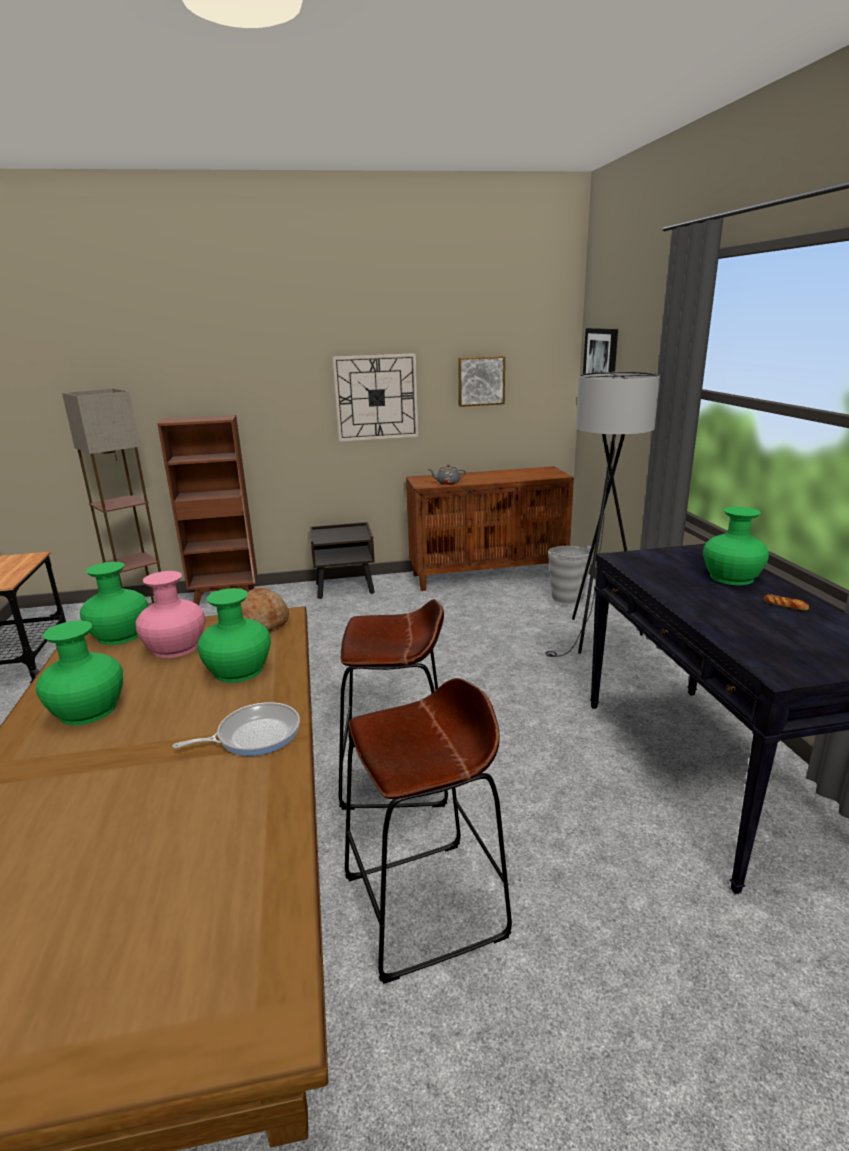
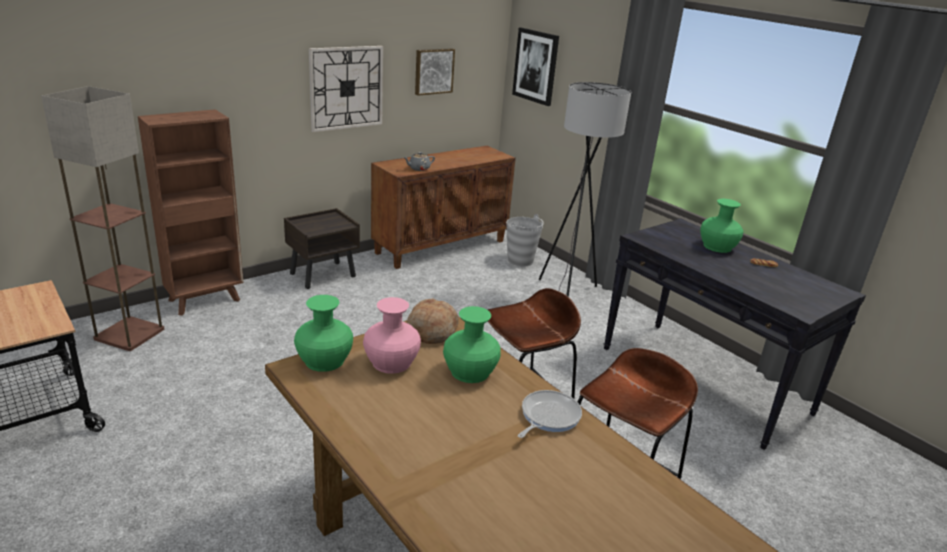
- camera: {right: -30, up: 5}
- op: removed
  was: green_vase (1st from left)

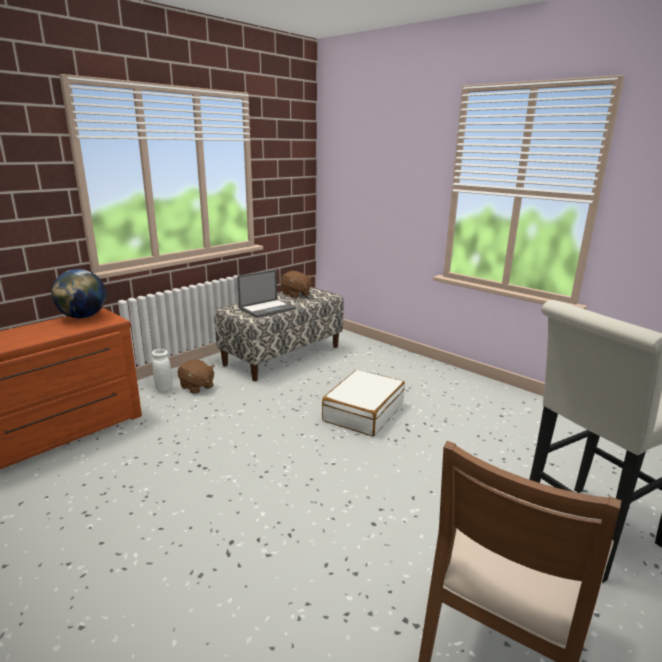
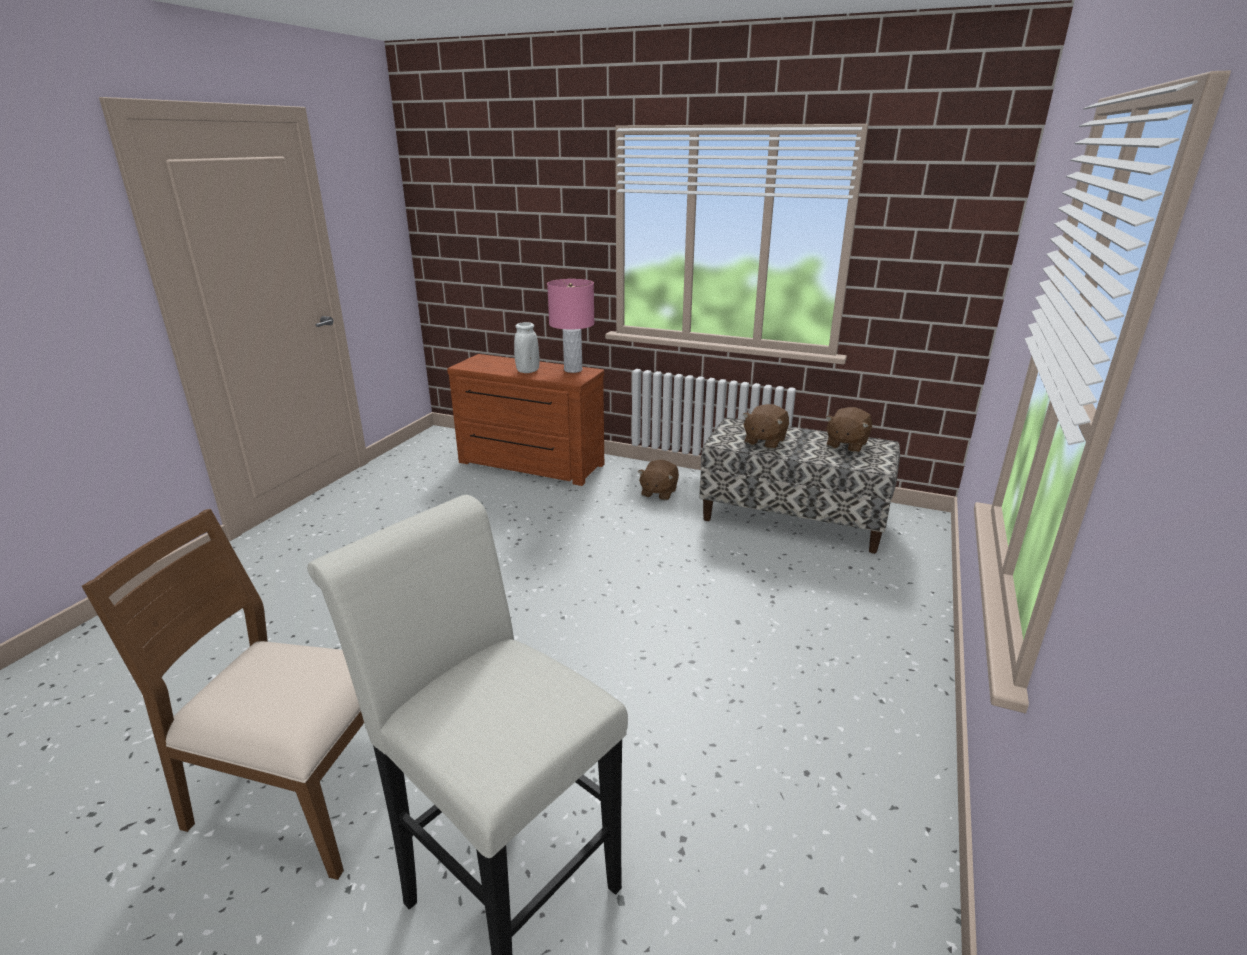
- camera: {right: 70, up: 5}
- op: replaced
  was: globe
  now: pink_table_lamp
- op: replaced
  was: laptop
  now: brown_plush_toy (2nd from left)
- op: moved
  was: white_vase
- op: removed
  was: white_suitcase

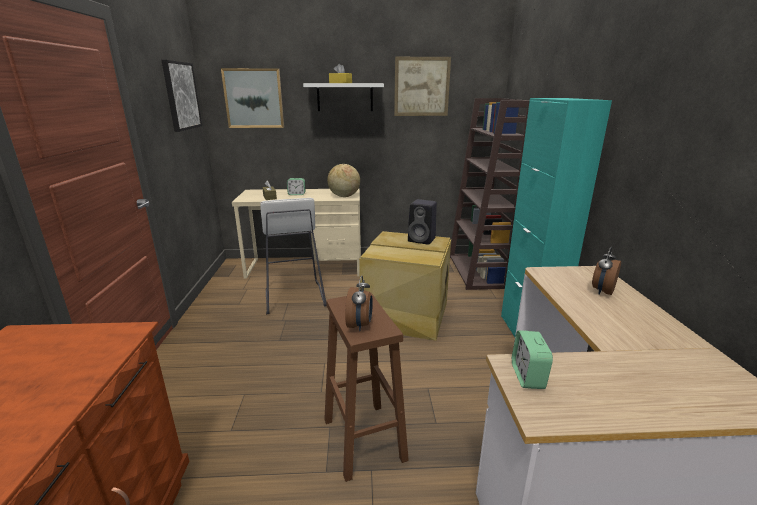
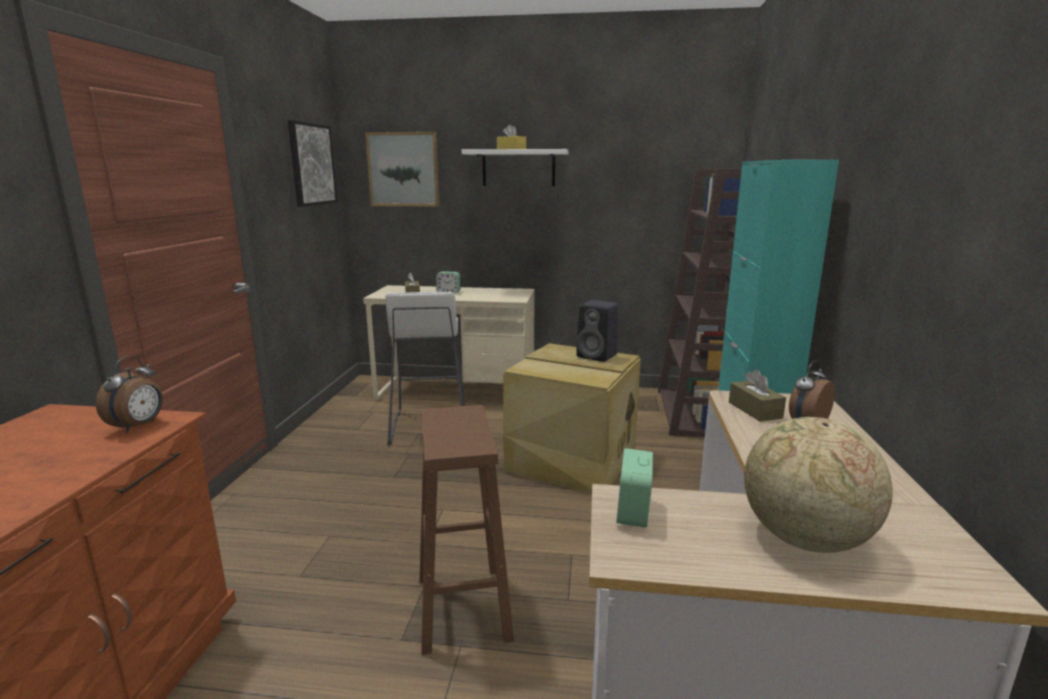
- camera: {right: 10, up: -5}
- op: removed
  was: picture (3rd from left)
- op: moved
  was: globe
- op: moved
  was: alarm_clock (2nd from left in the first image)
  now: alarm_clock (1st from left)
- op: added
  now: brown_tissue_box (2nd from left)

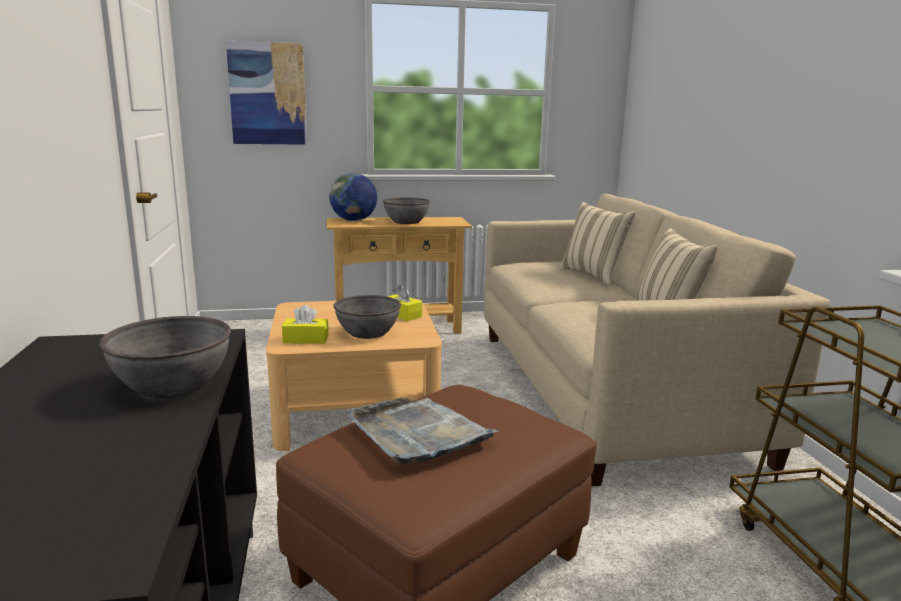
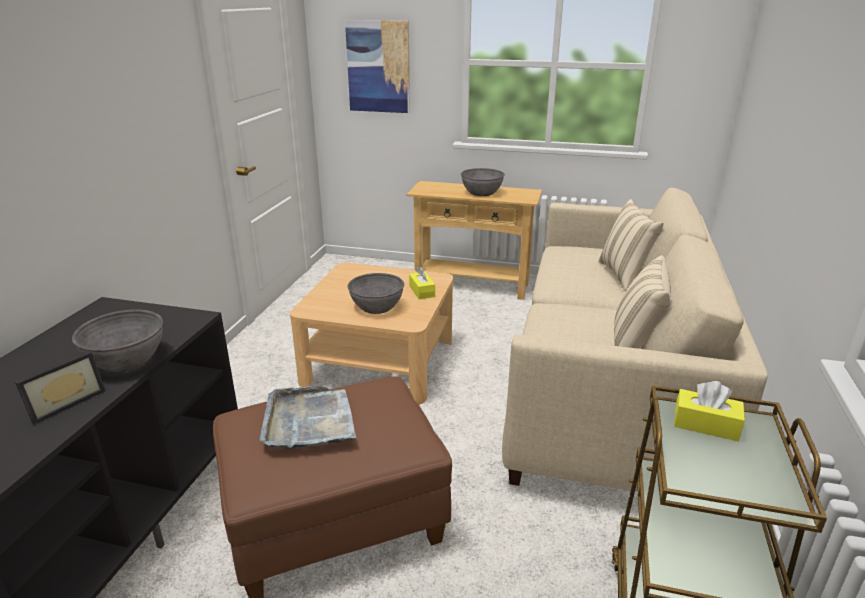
- camera: {right: 25, up: 10}
- op: removed
  was: globe
- op: moved
  was: yellow_tissue_box (1st from left in the first image)
  now: yellow_tissue_box (2nd from left)
- op: added
  now: picture_frame

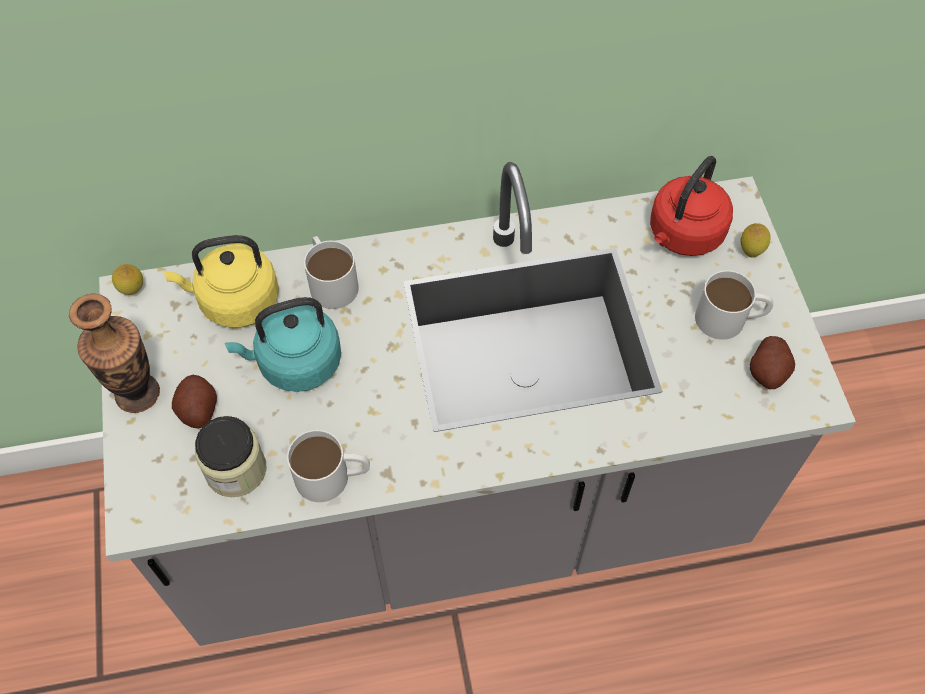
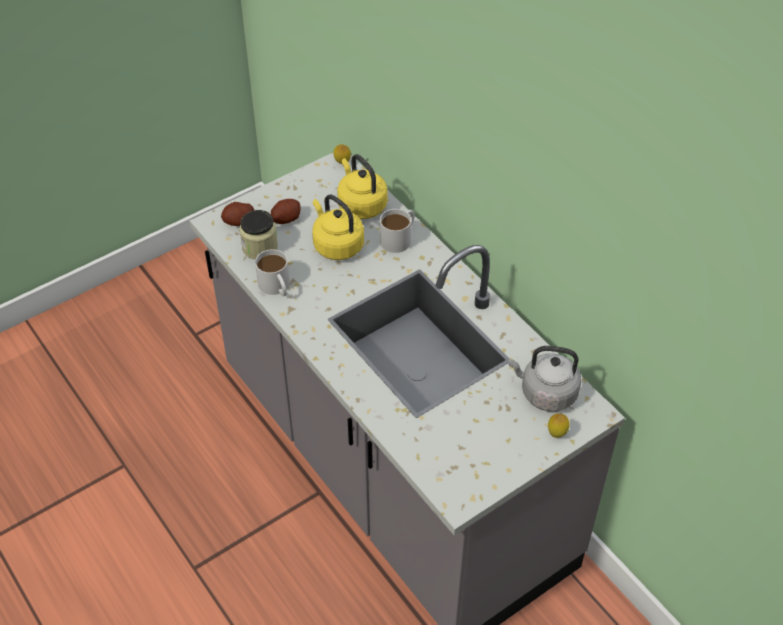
- camera: {right: 65, up: -10}
- op: recoloured
  was: red_kettle
  now: grey_kettle
- op: removed
  was: white_mug (3rd from left)
- op: removed
  was: vase
- op: recoloured
  was: turquoise_kettle
  now: yellow_kettle (1st from left)
- op: moved
  was: potato (2nd from left in the first image)
  now: potato (1st from left)

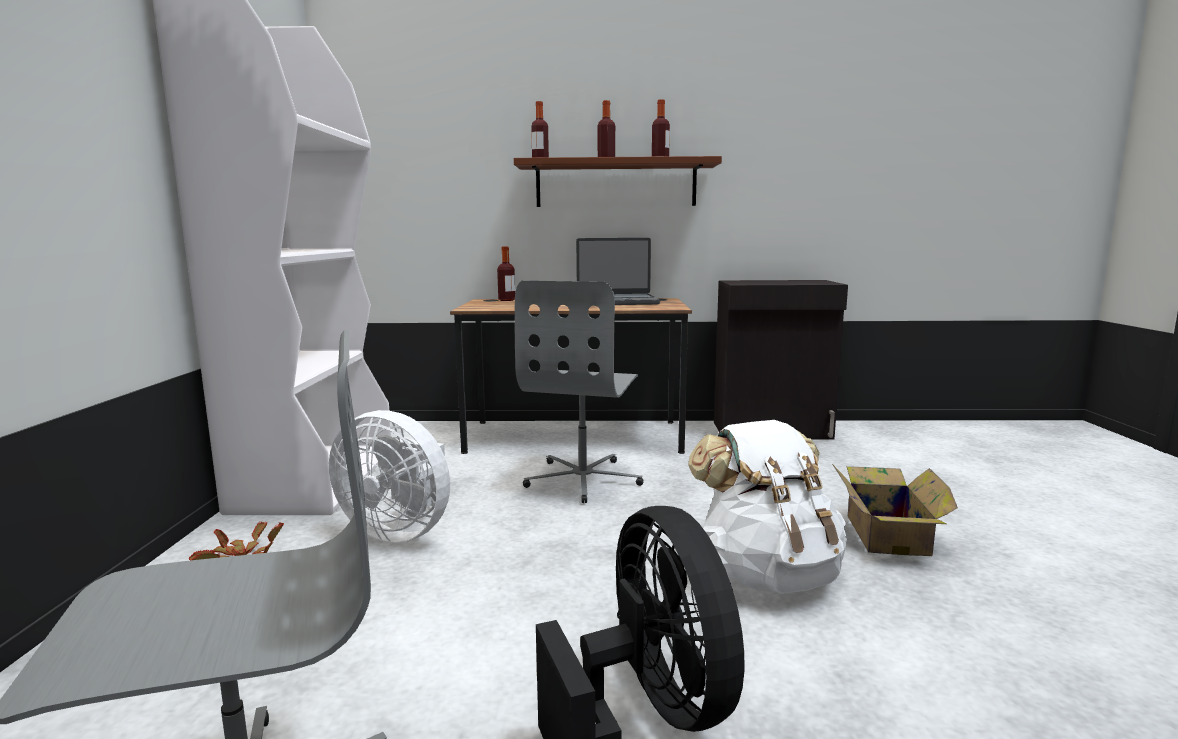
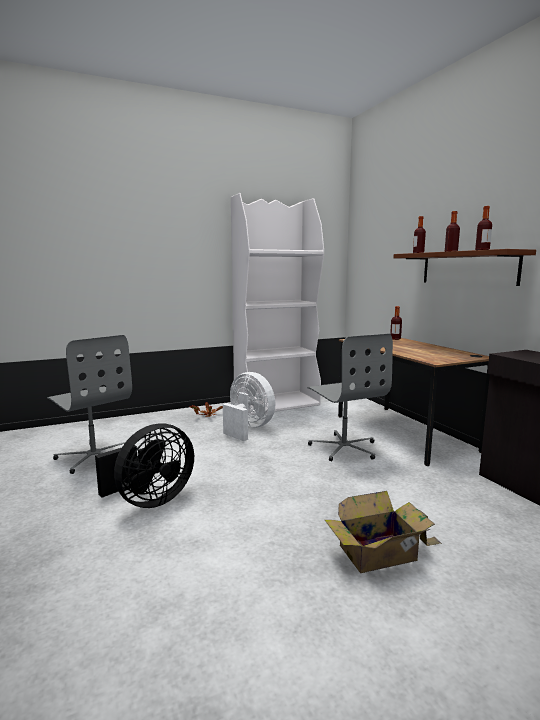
- camera: {right: 65, up: 0}
- op: removed
  was: laptop
- op: turned
  was: grey_office_chair (2nd from left)
  clockwise: -105
- op: turned
  was: white_fan
  clockwise: 135
- op: removed
  was: white_backpack

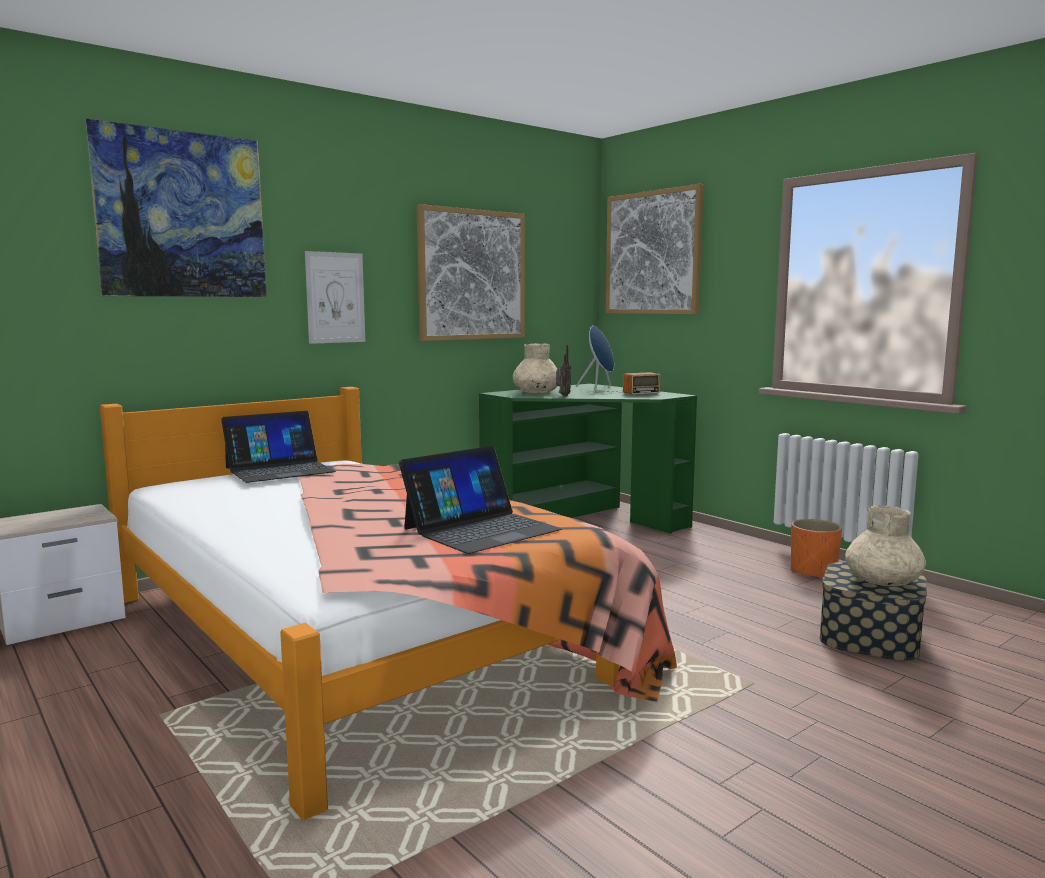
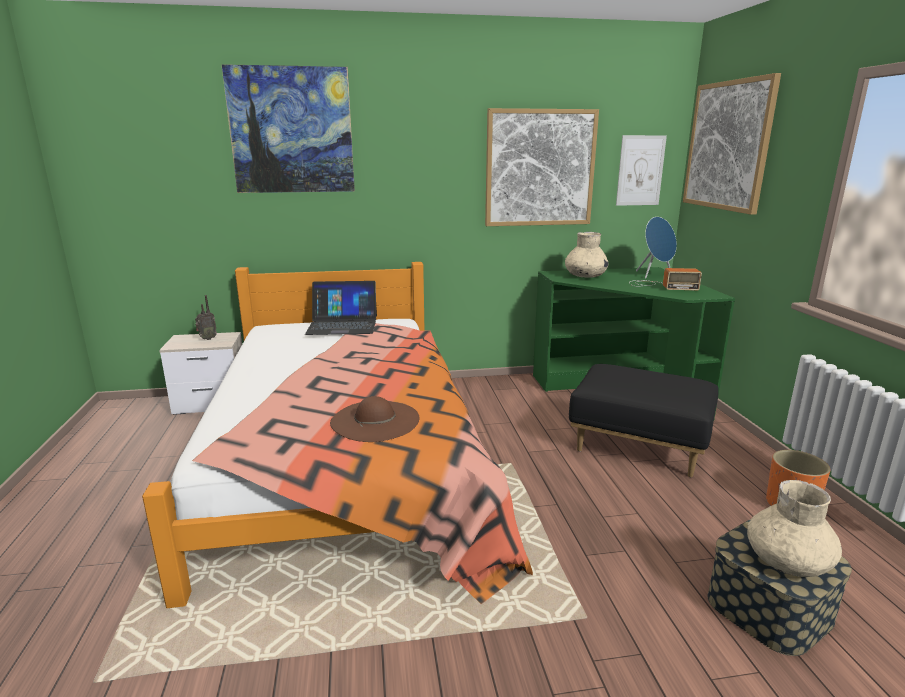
- camera: {right: 30, up: 10}
- op: moved
  was: picture (2nd from left in the first image)
  now: picture (3rd from left)
- op: moved
  was: radio (1st from left)
- op: replaced
  was: laptop (2nd from left)
  now: brown_hat
- op: added
  now: black_ottoman

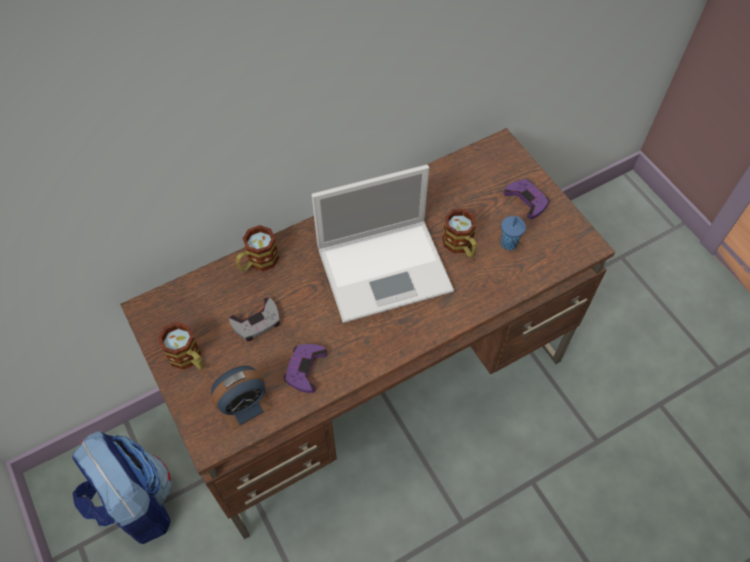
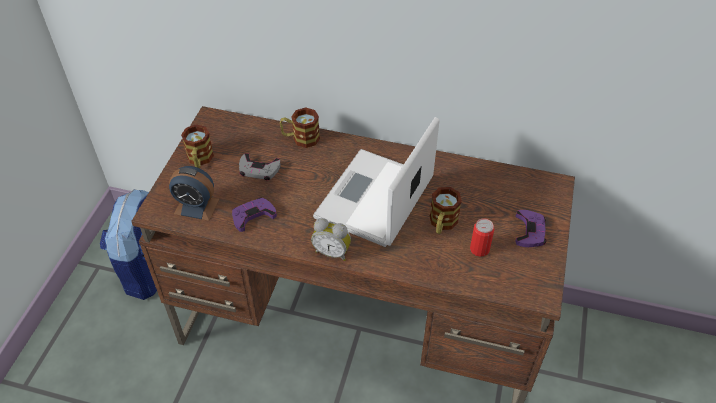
- camera: {right: 45, up: -10}
- op: turned
  was: laptop
  clockwise: 90
- op: replaced
  was: blue_cup
  now: can
- op: added
  now: alarm_clock (2nd from left)

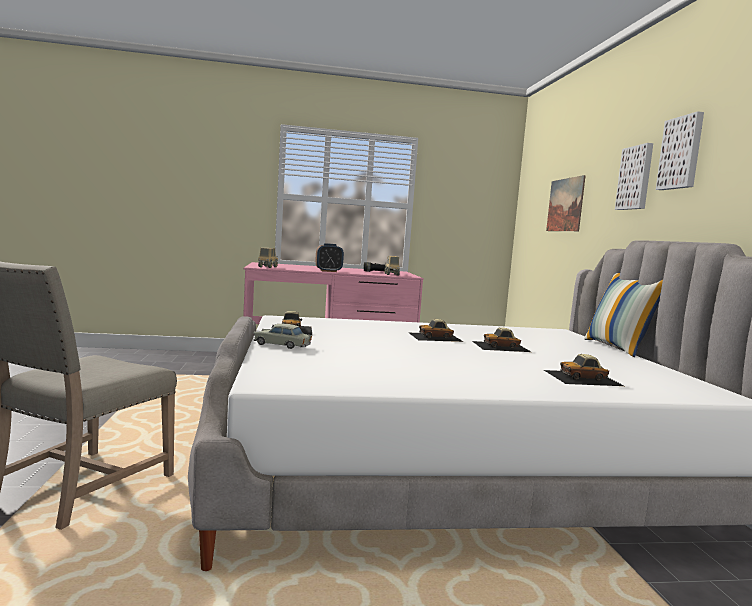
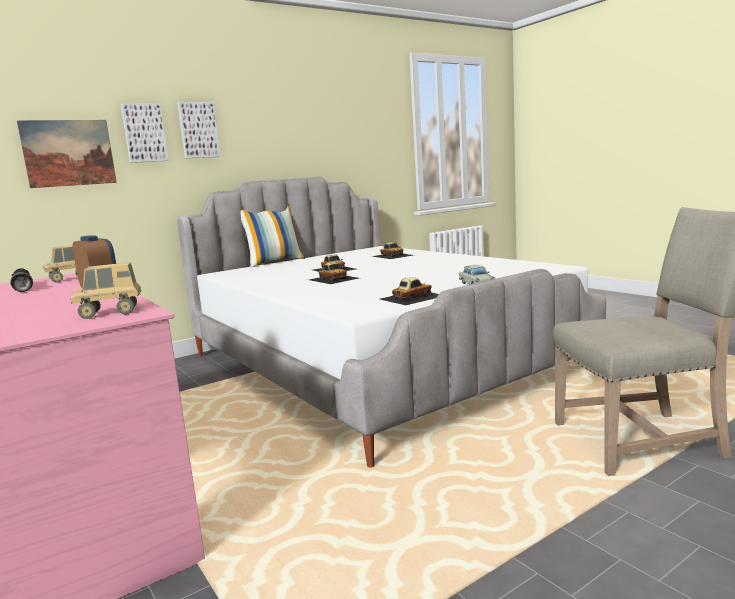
- camera: {right: -115, up: 5}
- op: moved
  was: picture (3rd from left in the first image)
  now: picture (2nd from left)

